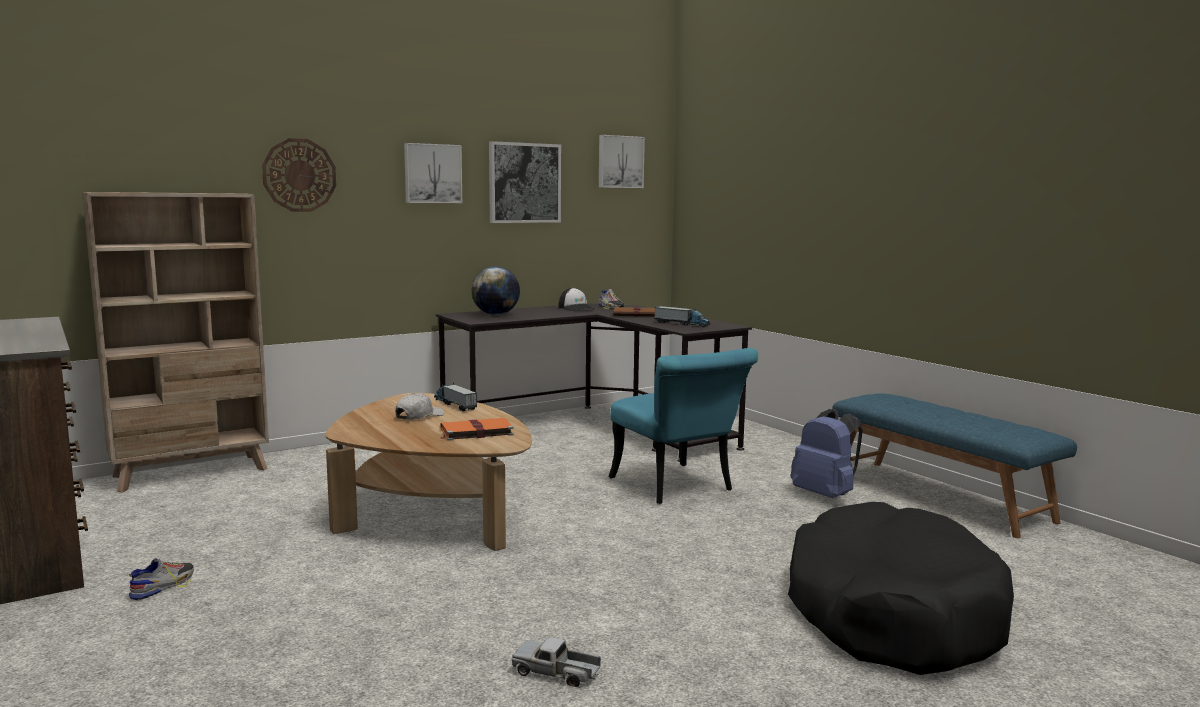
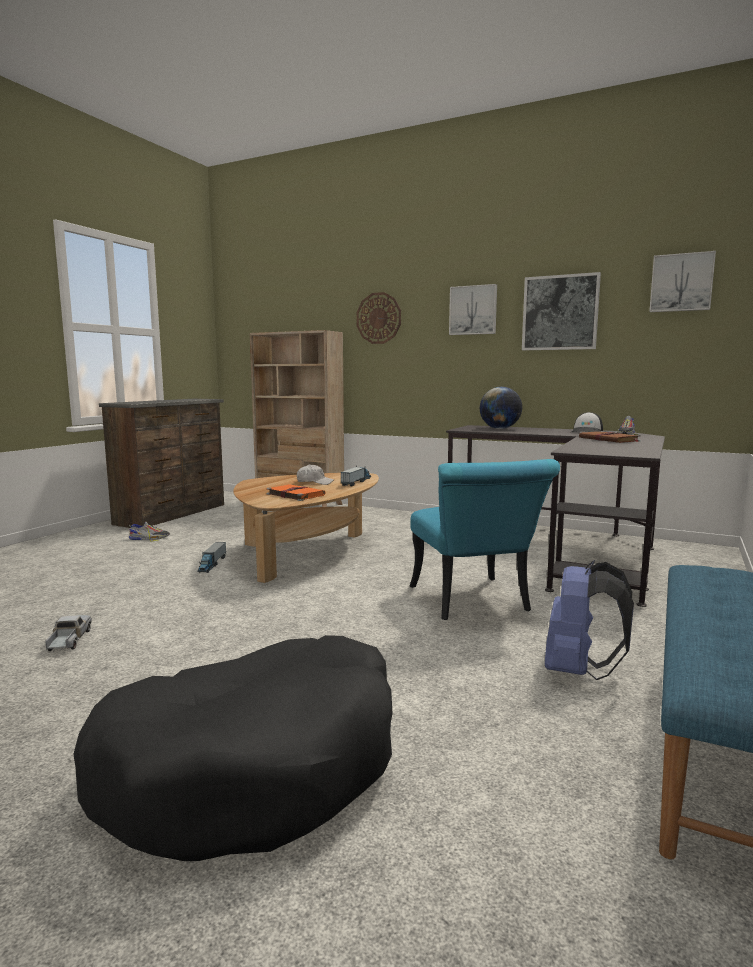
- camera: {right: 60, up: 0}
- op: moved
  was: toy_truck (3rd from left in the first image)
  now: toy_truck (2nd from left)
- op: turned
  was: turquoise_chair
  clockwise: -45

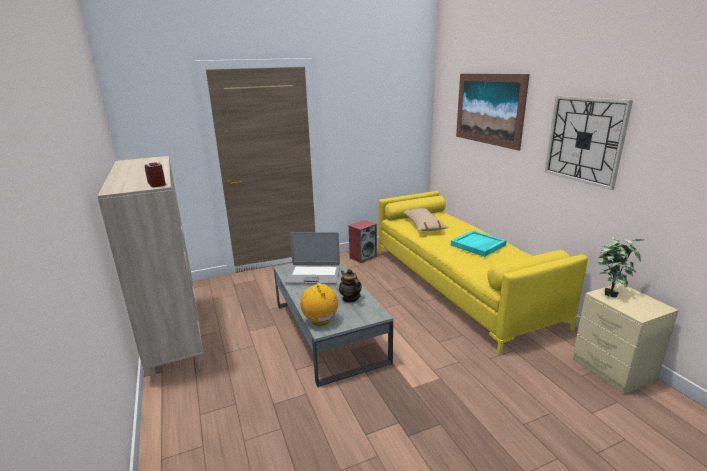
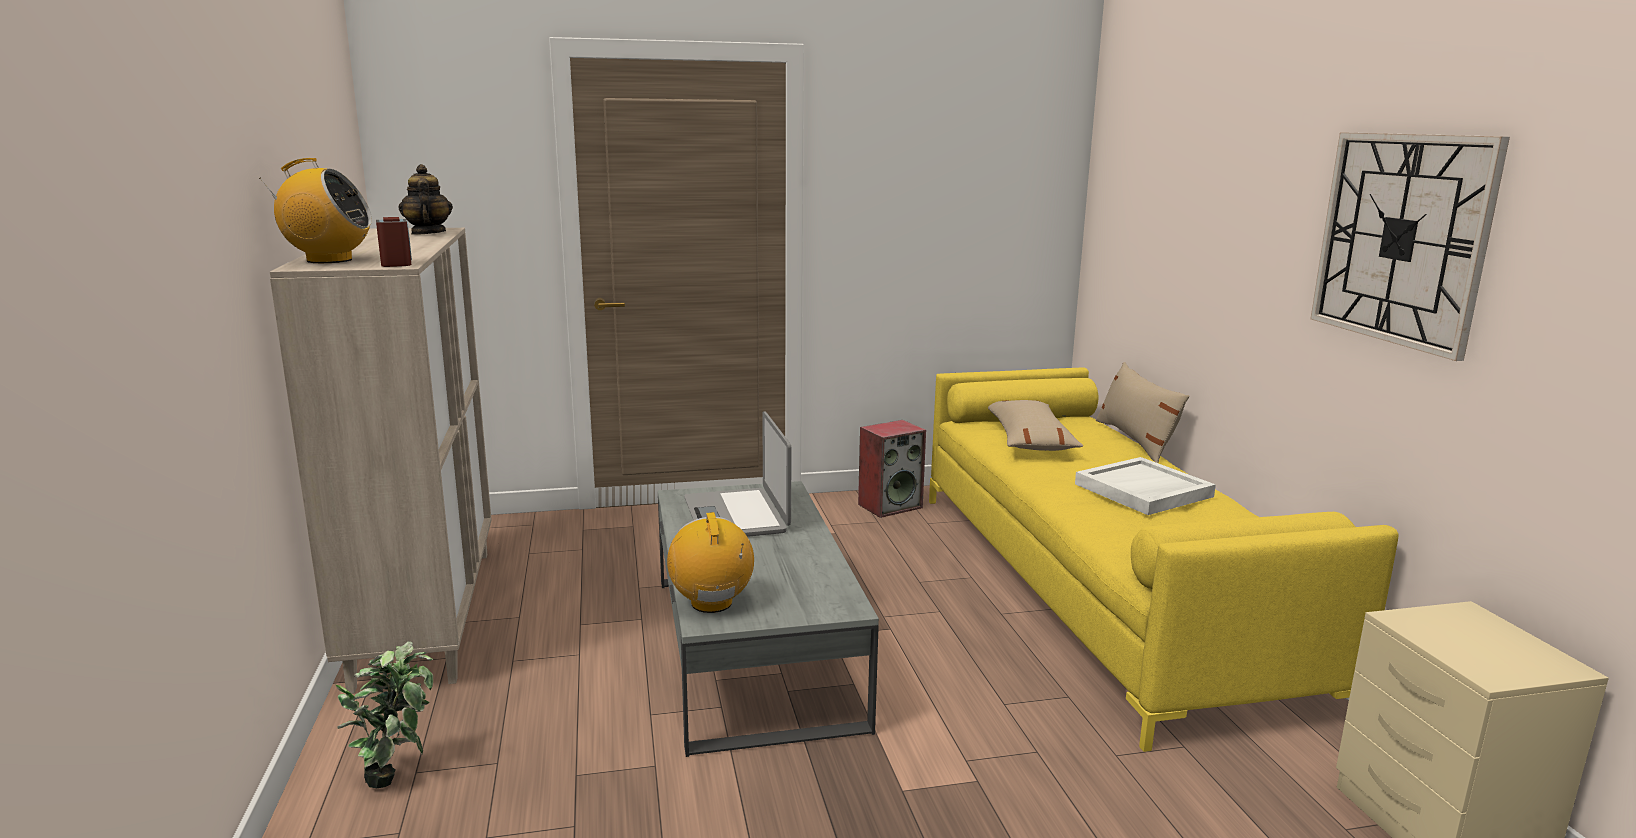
- camera: {right: 10, up: -5}
- op: removed
  was: picture
- op: recoloured
  was: turquoise_tray
  now: white_tray
- op: turned
  was: laptop
  clockwise: 60
- op: moved
  was: potted_plant
- op: moved
  was: teapot
- op: added
  now: radio (1st from left)
- op: added
  now: beige_pillow (2nd from left)

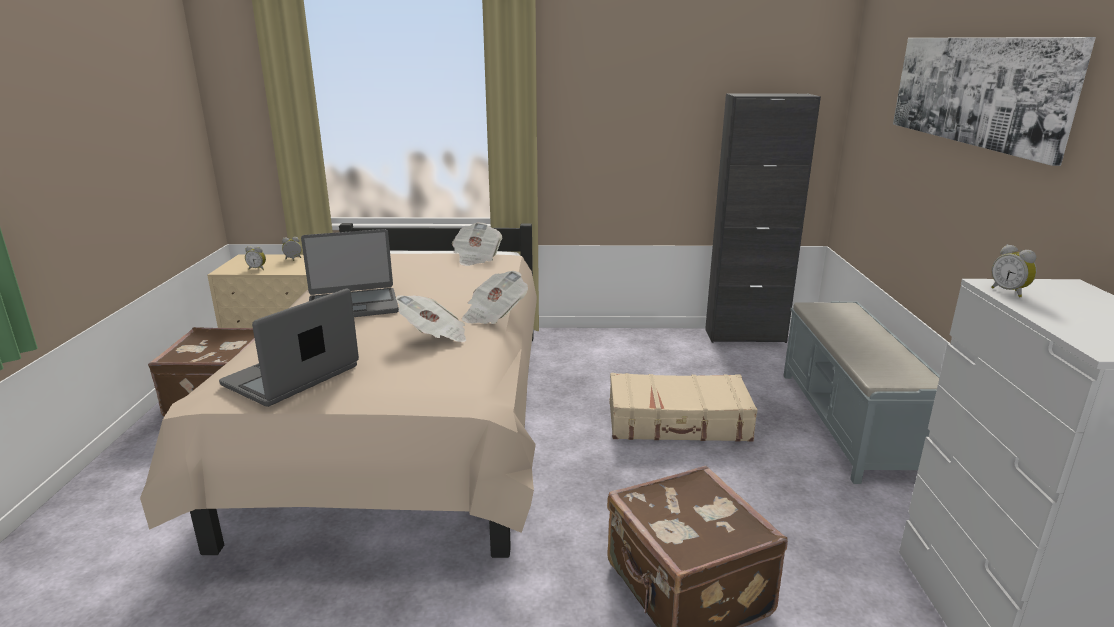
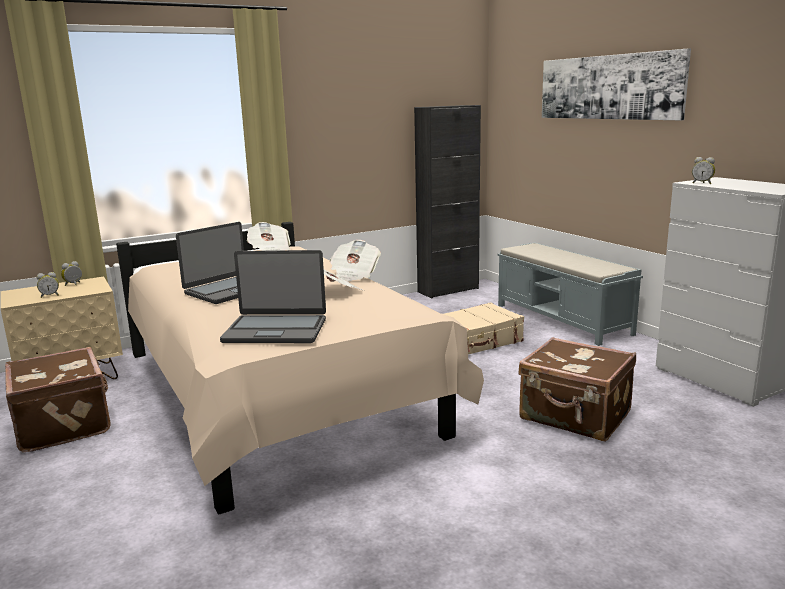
- camera: {right: -30, up: -5}
- op: turned
  was: laptop (1st from left in the first image)
  clockwise: -90

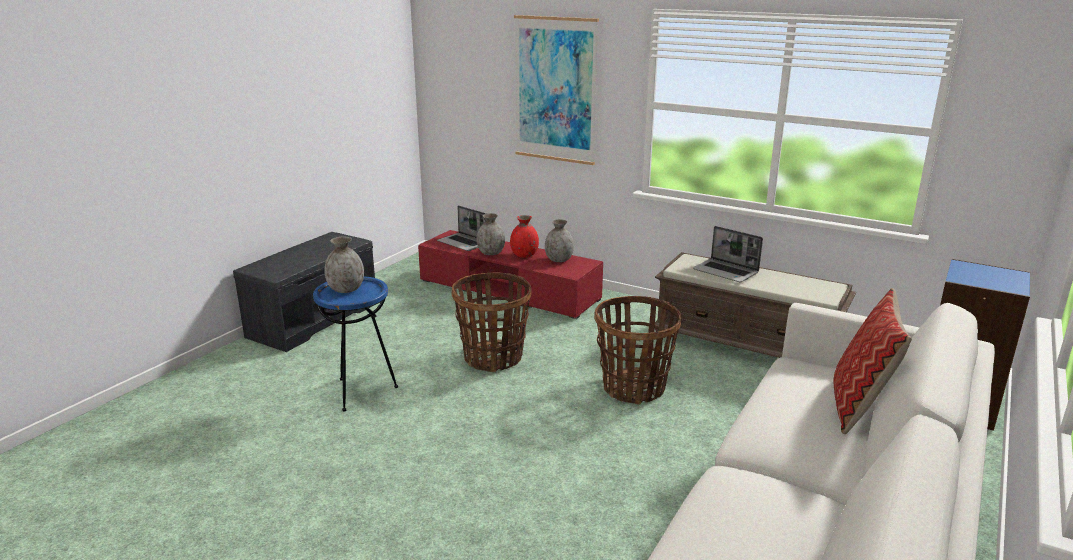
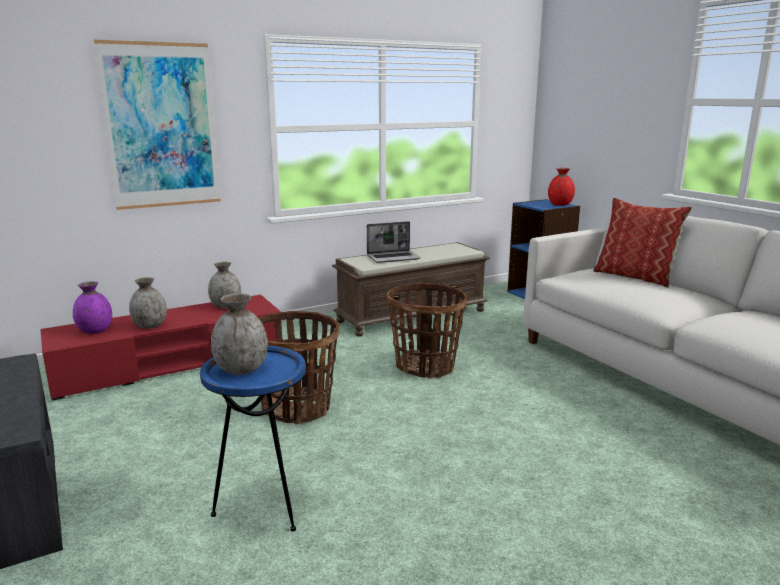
- camera: {right: -60, up: -5}
- op: replaced
  was: laptop (1st from left)
  now: purple_vase
- op: moved
  was: red_vase

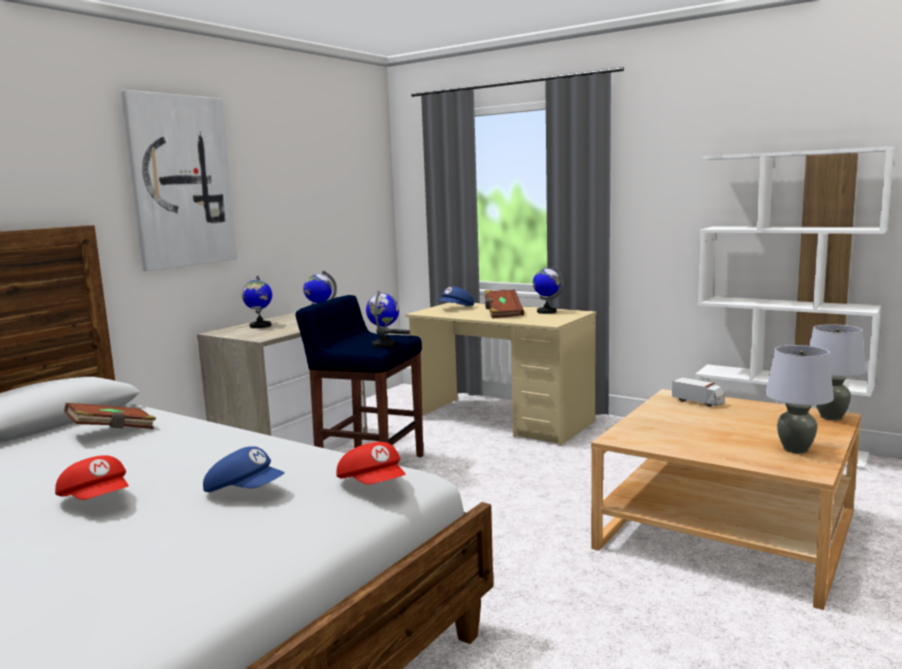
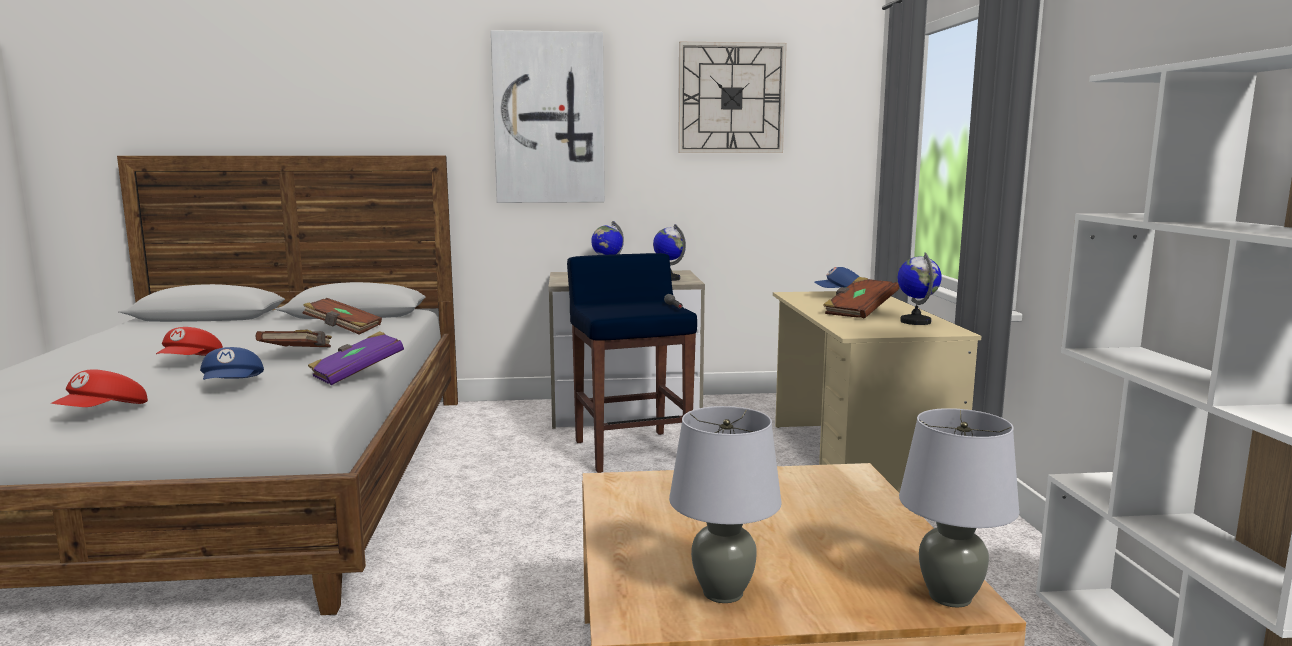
- camera: {right: 50, up: 0}
- op: removed
  was: globe (3rd from left)
- op: removed
  was: toy_truck
- op: moved
  was: red_cap (2nd from left in the first image)
  now: red_cap (1st from left)
- op: added
  now: wall_clock
- op: added
  now: brown_book (1st from left)
- op: added
  now: purple_book

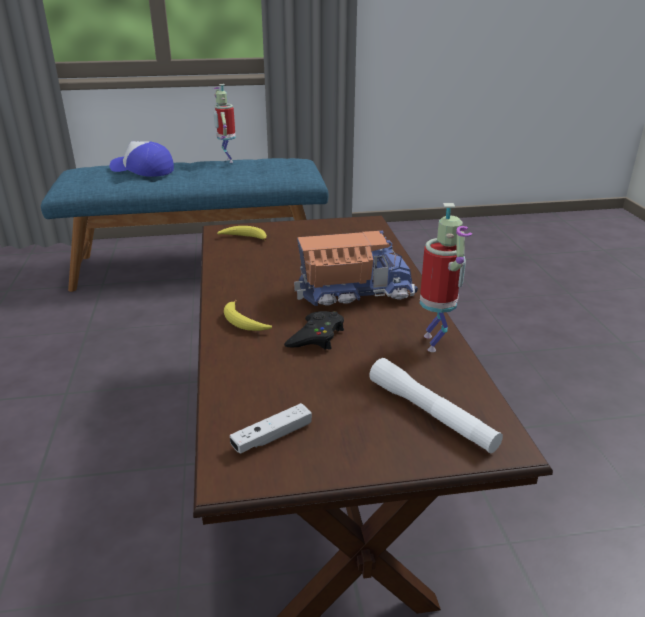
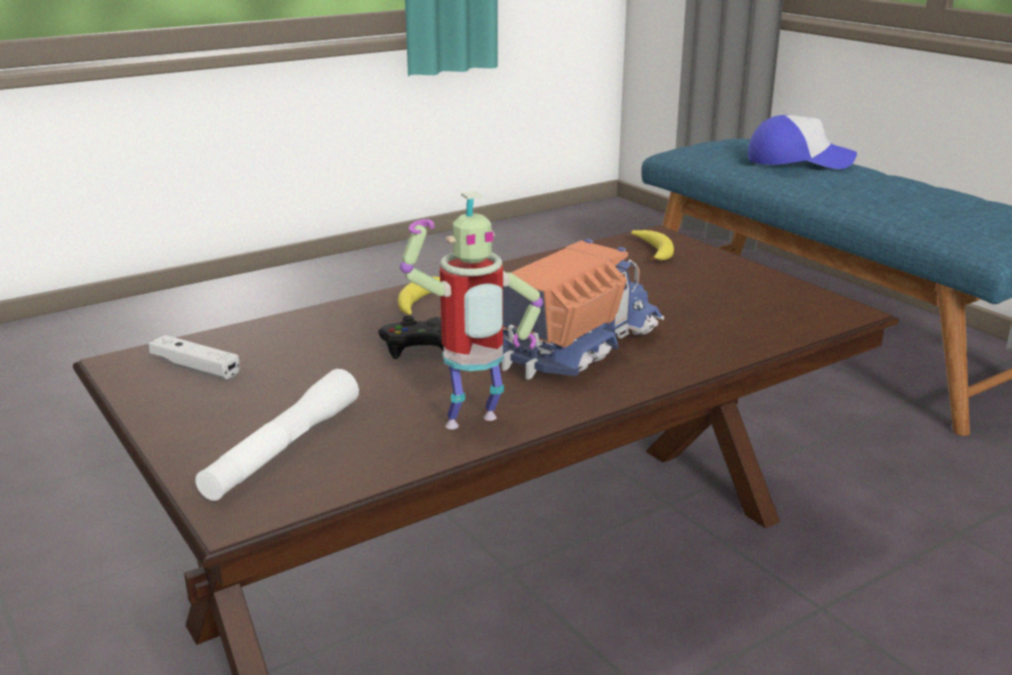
- camera: {right: 65, up: -5}
- op: removed
  was: toy_robot (1st from left)
- op: turned
  was: cap
  clockwise: 105
- op: turned
  was: toy_truck
  clockwise: -105

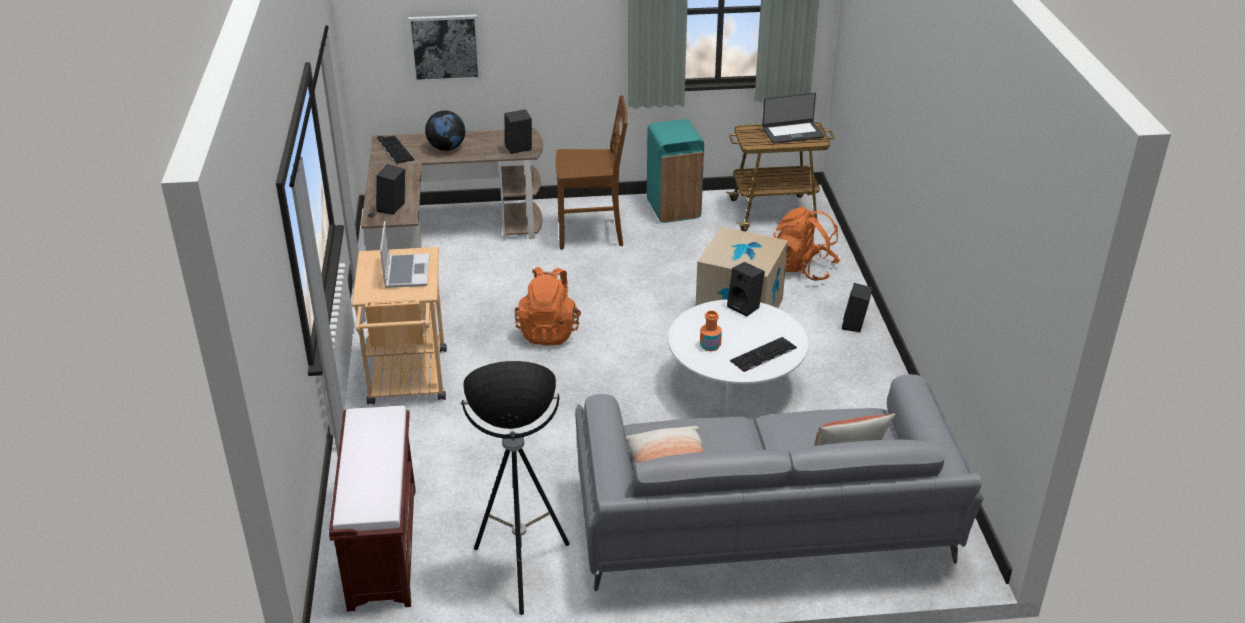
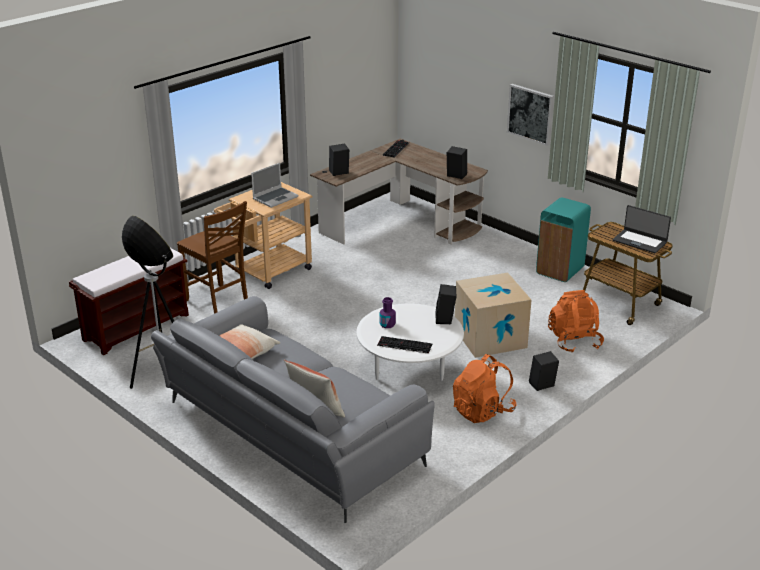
- camera: {right: 50, up: -5}
- op: moved
  was: picture
- op: moved
  was: brown_chair
- op: removed
  was: globe
- op: moved
  was: orange_backpack (1st from left)
- op: recoloured
  was: orange_bottle
  now: purple_bottle

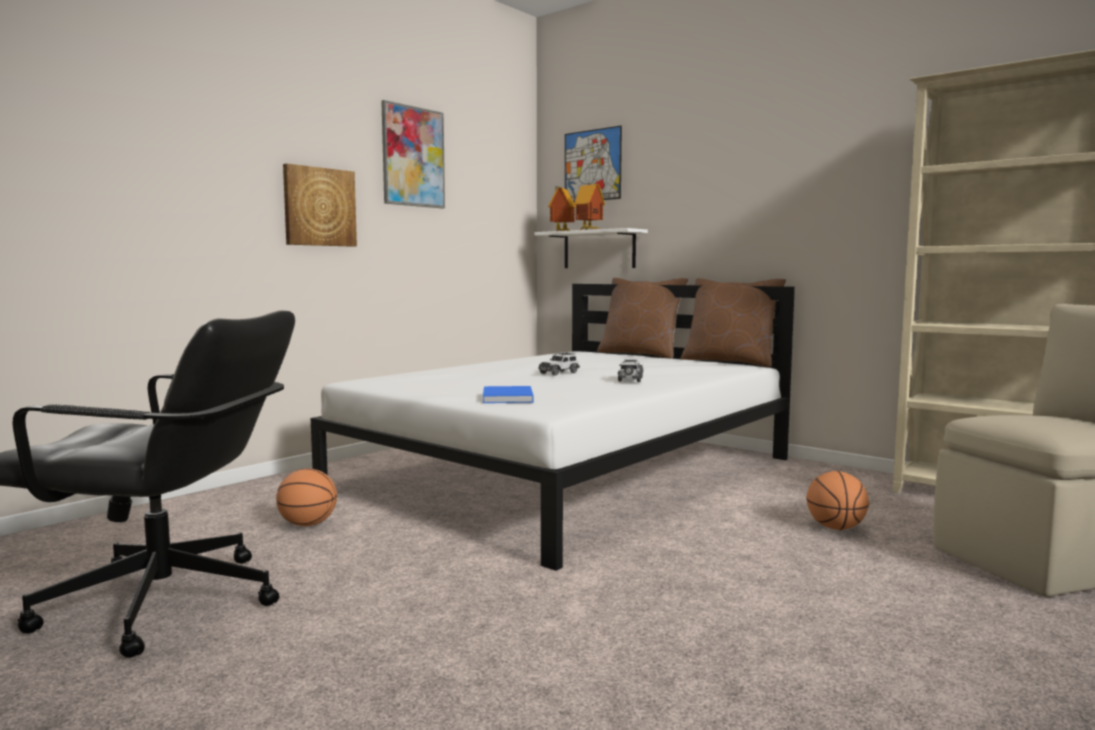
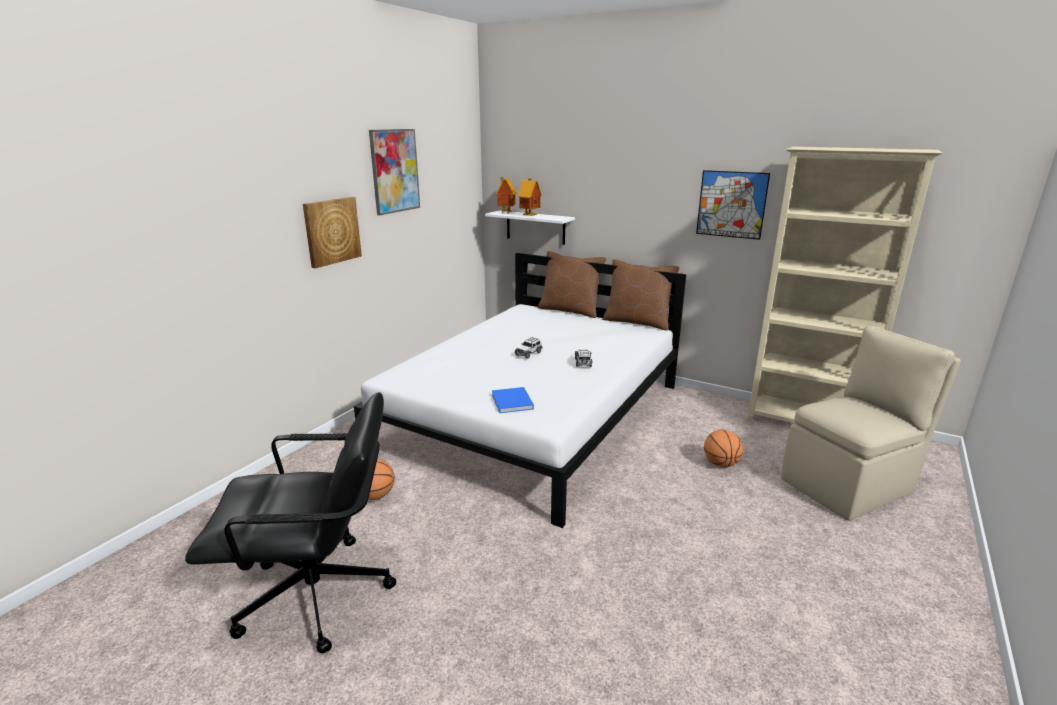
- camera: {right: -10, up: 15}
- op: moved
  was: picture (3rd from left)

